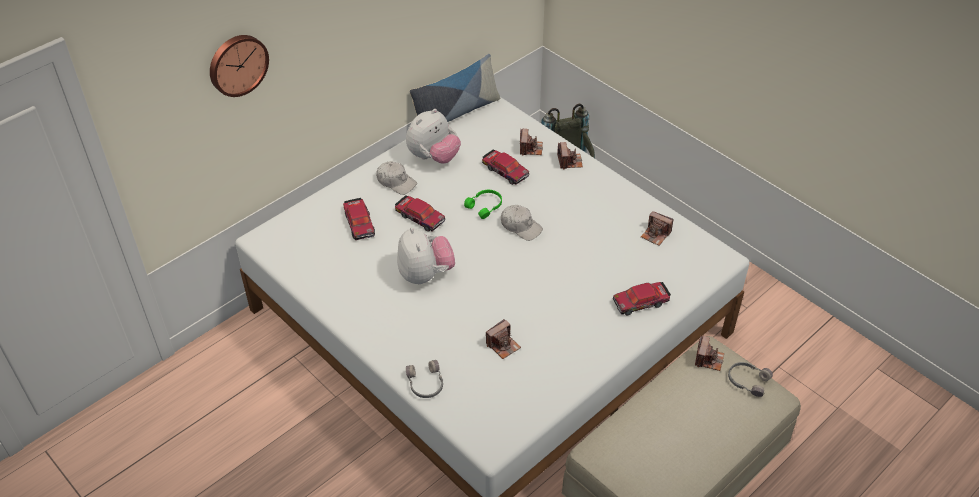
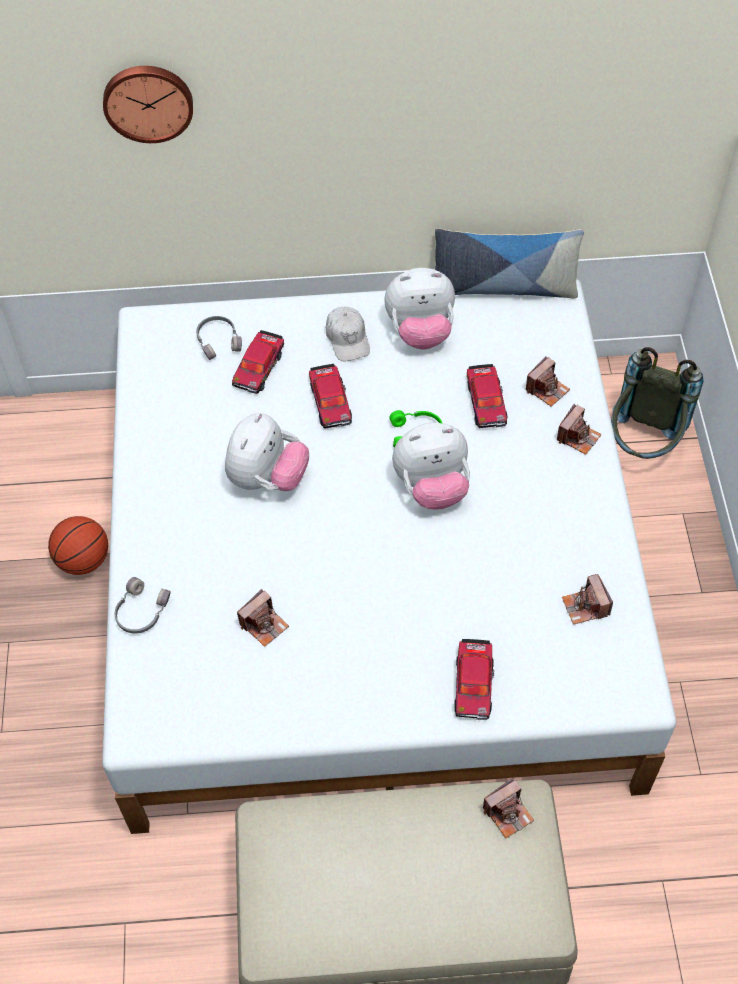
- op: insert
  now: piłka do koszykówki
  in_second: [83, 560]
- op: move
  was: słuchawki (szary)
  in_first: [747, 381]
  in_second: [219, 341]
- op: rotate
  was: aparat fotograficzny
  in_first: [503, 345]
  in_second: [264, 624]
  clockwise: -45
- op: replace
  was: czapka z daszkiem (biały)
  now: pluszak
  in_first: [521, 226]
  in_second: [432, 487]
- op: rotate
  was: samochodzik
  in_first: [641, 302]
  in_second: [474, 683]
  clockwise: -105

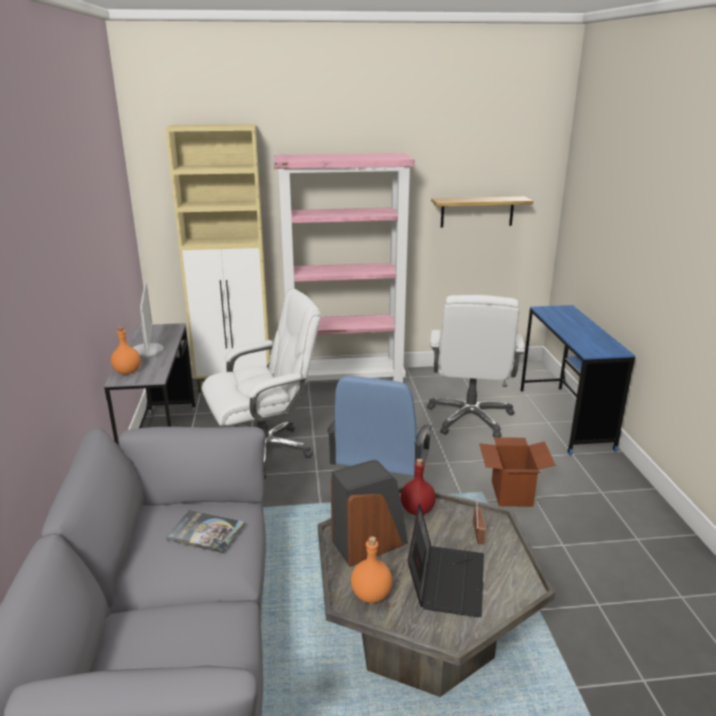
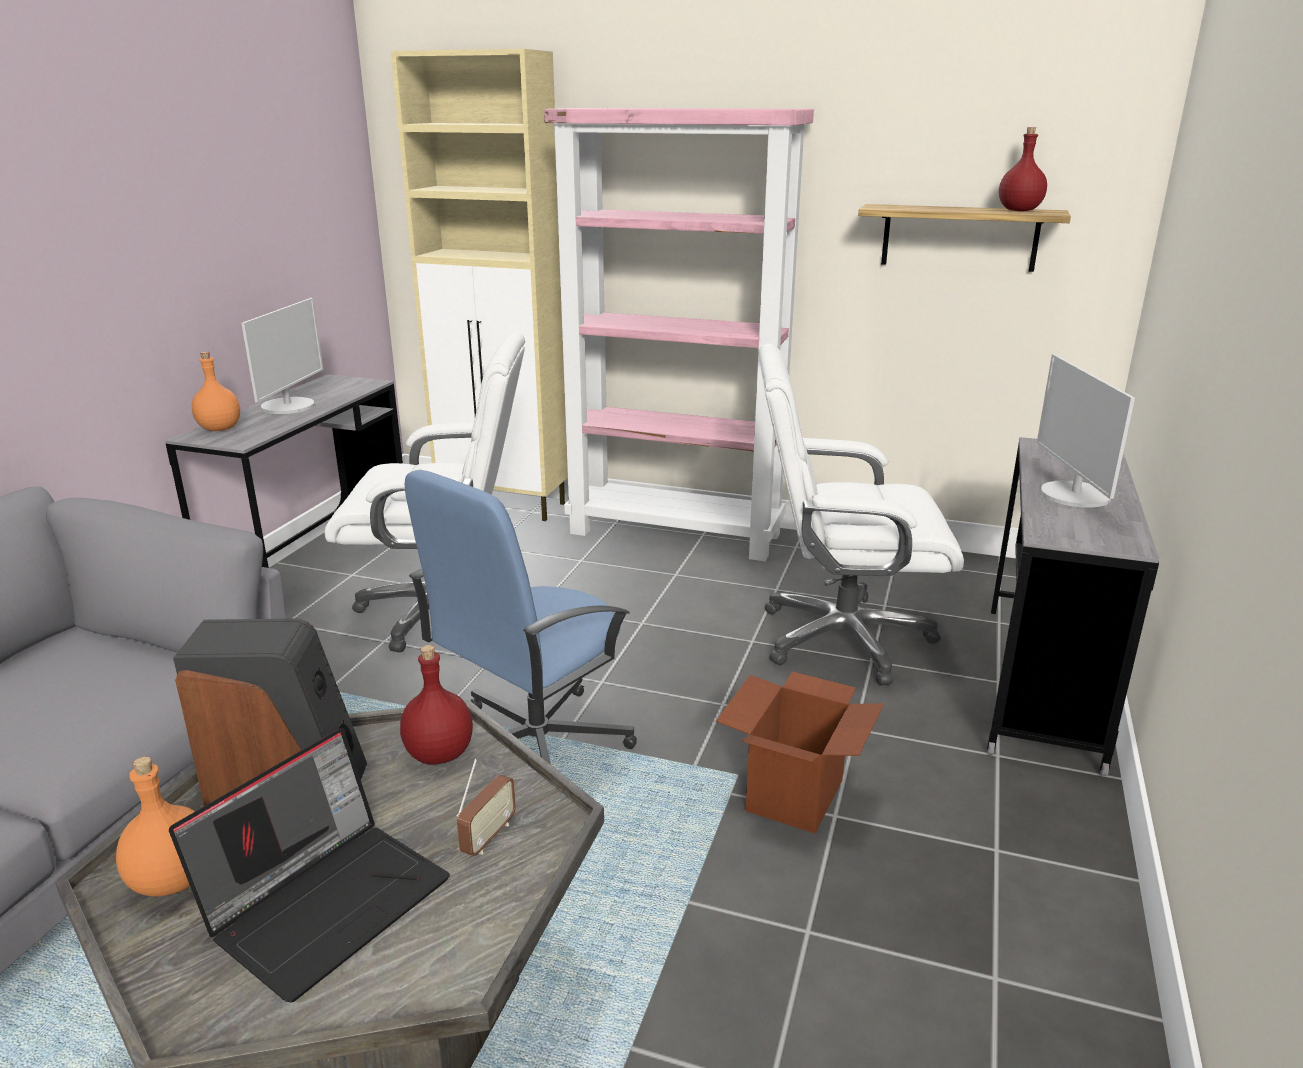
- op: rotate
  was: krzesło biurowe (biały)
  in_first: [470, 418]
  in_second: [842, 638]
  clockwise: 60
- op: recolor
  was: biurko (niebieski)
  now: biurko (szary)
  in_first: [564, 418]
  in_second: [1041, 683]
- op: insert
  now: butelka (czerwony)
  in_second: [1019, 210]
- op: insert
  now: monitor
  in_second: [1074, 495]
- op: delete
  was: książka
  in_first: [206, 532]

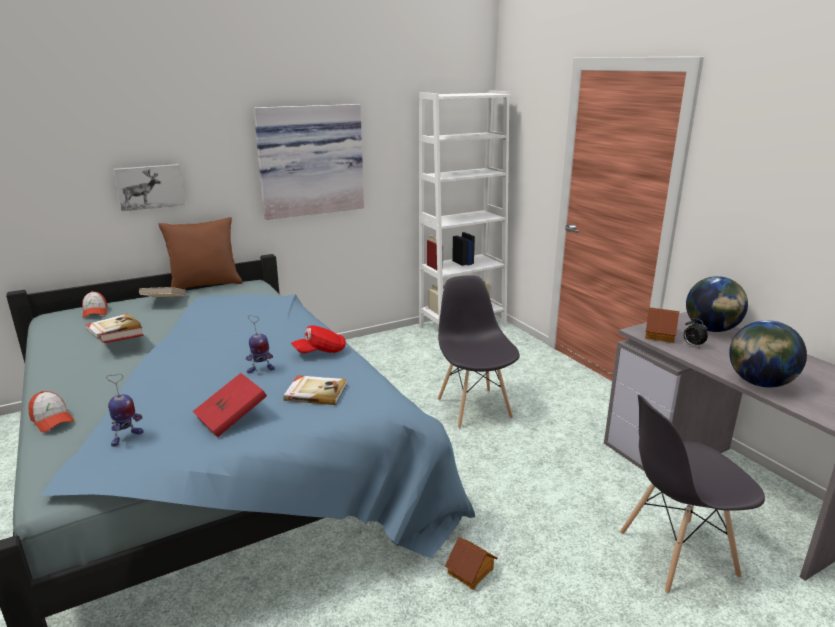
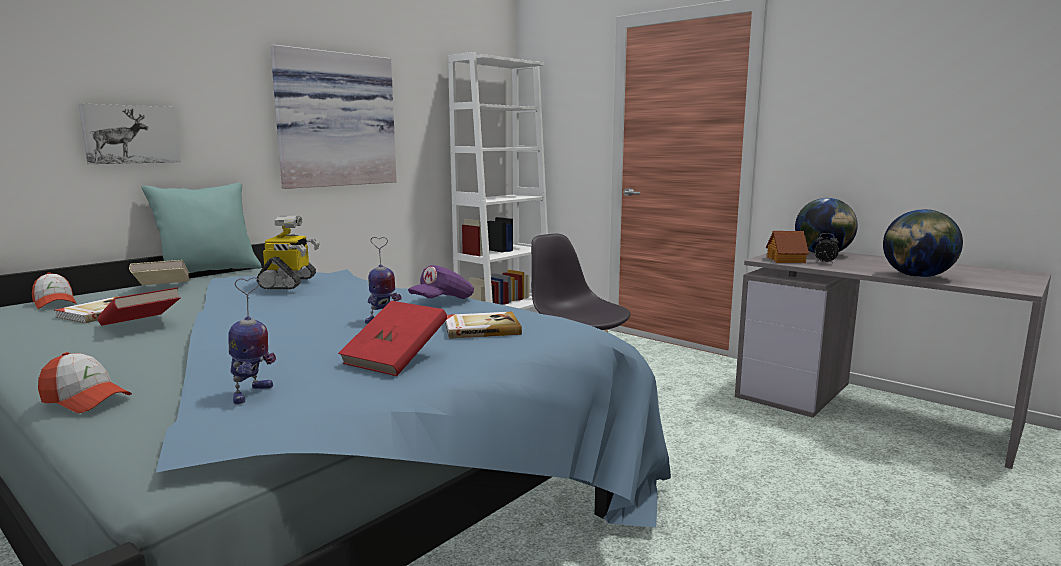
- op: recolor
  was: poduszka (brązowy)
  now: poduszka (turkusowy)
  in_first: [205, 285]
  in_second: [209, 273]
- op: insert
  now: robot zabawkowy
  in_second: [289, 283]
- op: recolor
  was: czapka z daszkiem (czerwony)
  now: czapka z daszkiem (fioletowy)
  in_first: [320, 352]
  in_second: [442, 301]
- op: delete
  was: domek
  in_first: [471, 571]
- op: delete
  was: krzesło (szary)
  in_first: [676, 554]

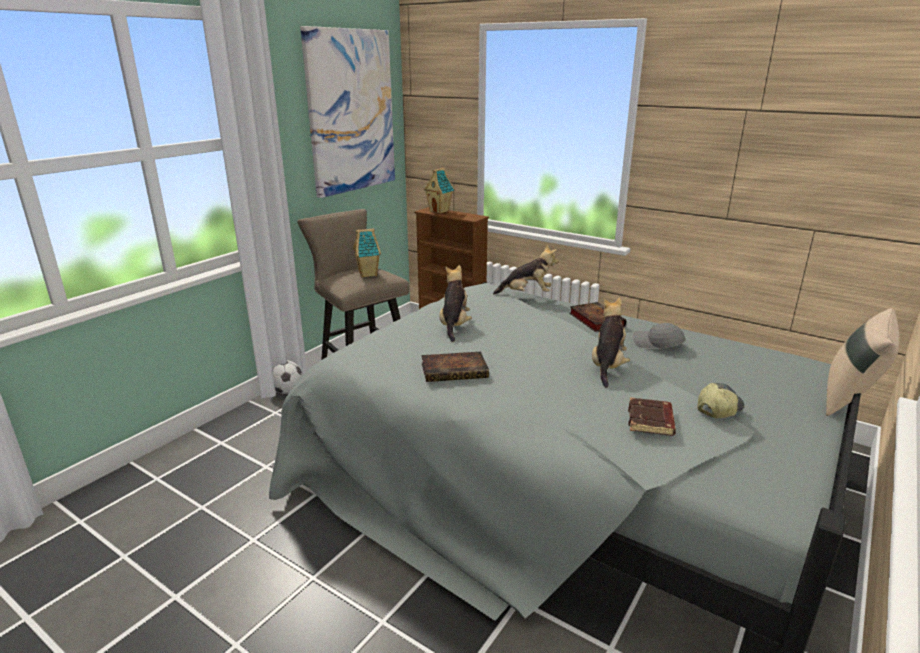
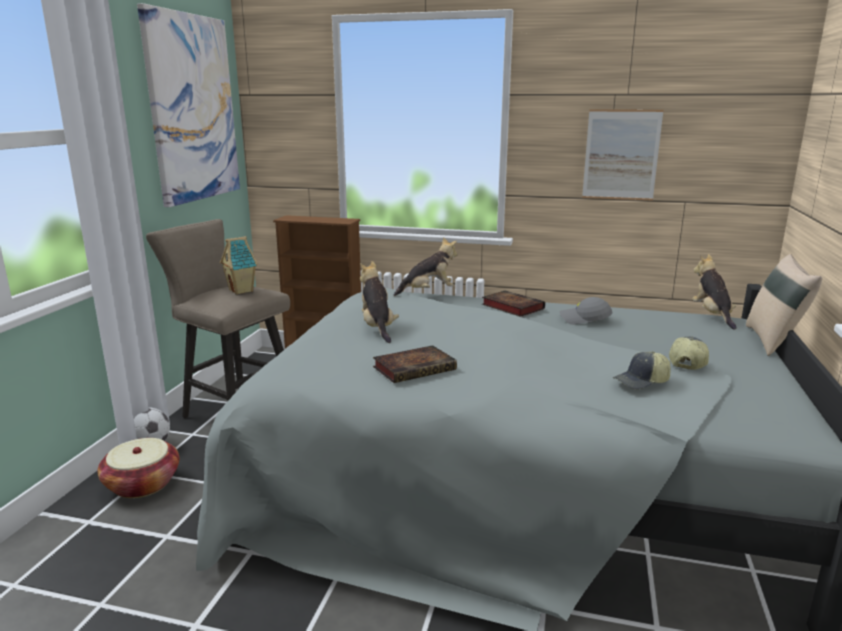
- op: insert
  now: koszyk
  in_second: [142, 484]
- op: insert
  now: obraz
  in_second: [621, 155]
- op: replace
  was: książka (brązowy)
  now: czapka z daszkiem
  in_first: [651, 421]
  in_second: [642, 382]
- op: move
  was: pluszak
  in_first: [607, 366]
  in_second: [712, 315]
- op: delete
  was: domek
  in_first: [440, 211]

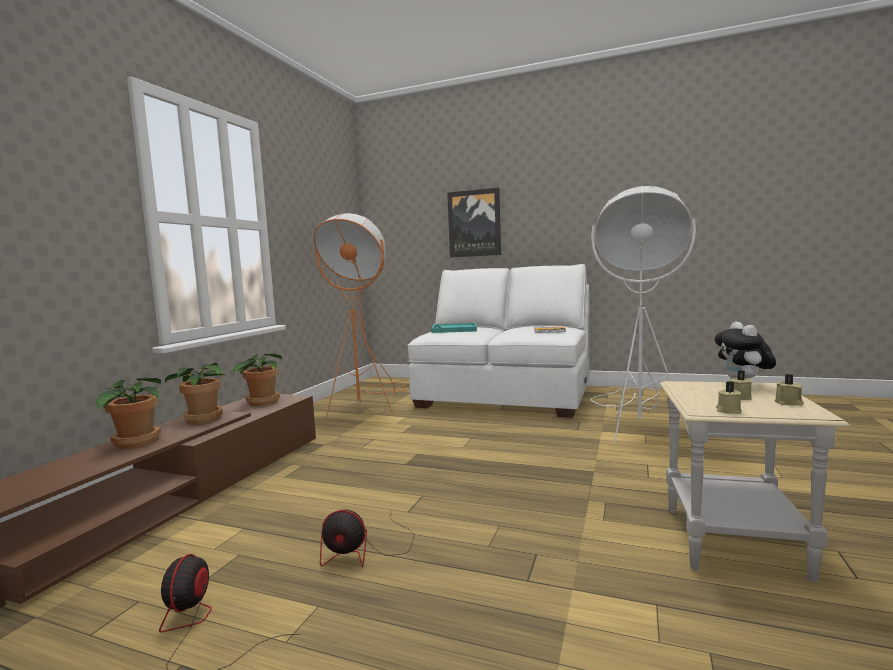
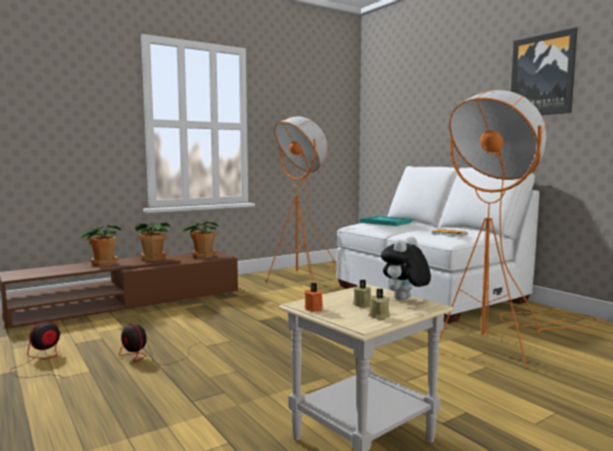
- op: recolor
  was: świeca (beżowy)
  now: świeca (pomarańczowy)
  in_first: [728, 411]
  in_second: [314, 308]
- op: recolor
  was: lampa stojąca (biały)
  now: lampa stojąca (pomarańczowy)
  in_first: [637, 421]
  in_second: [503, 341]
- op: move
  was: obraz
  in_first: [474, 223]
  in_second: [542, 75]

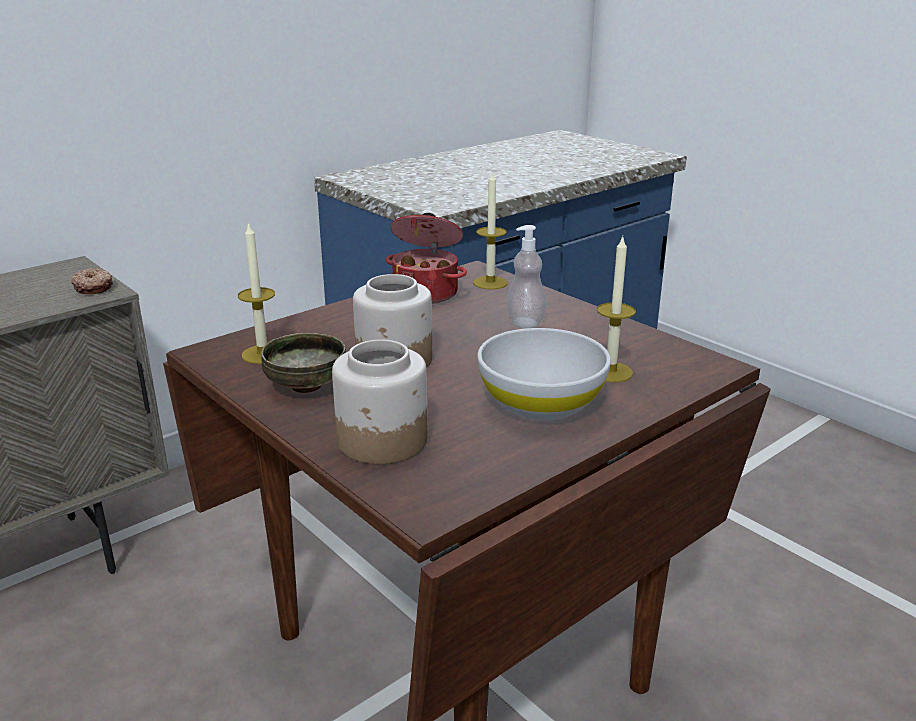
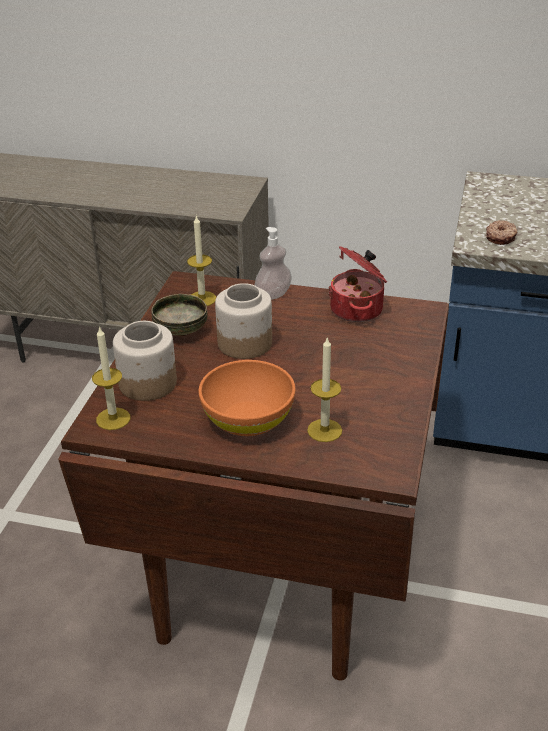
- op: move
  was: świeca
  in_first: [490, 283]
  in_second: [113, 419]
- op: recolor
  was: miska (biały)
  now: miska (pomarańczowy)
  in_first: [541, 404]
  in_second: [247, 419]
- op: move
  was: dozownik mydła
  in_first: [525, 322]
  in_second: [273, 294]
- op: move
  was: donut
  in_first: [94, 287]
  in_second: [501, 237]

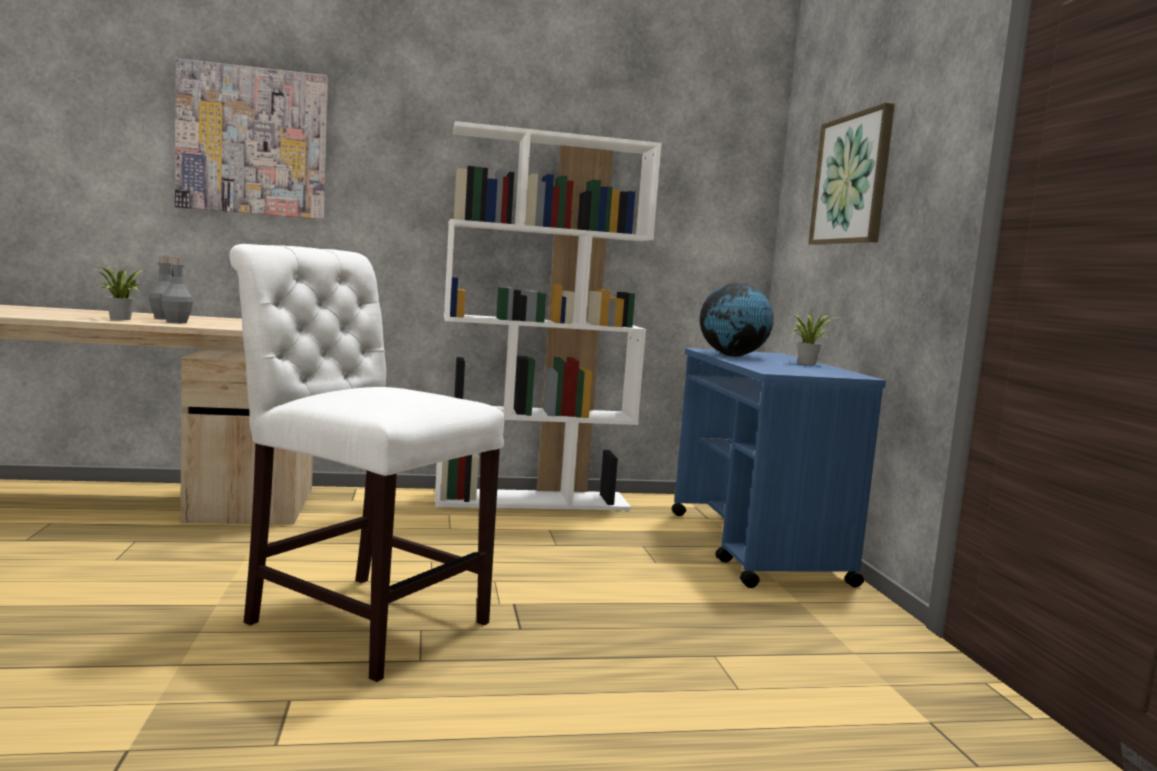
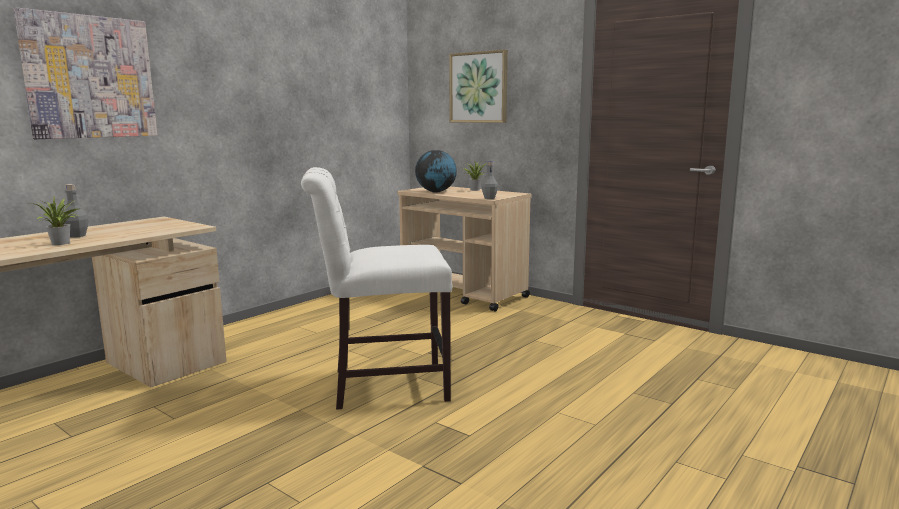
- op: recolor
  was: wózek (niebieski)
  now: wózek (beżowy)
  in_first: [756, 547]
  in_second: [464, 294]
- op: move
  was: butelka (szary)
  in_first: [176, 322]
  in_second: [489, 198]
- op: delete
  was: regał (biały)
  in_first: [533, 500]

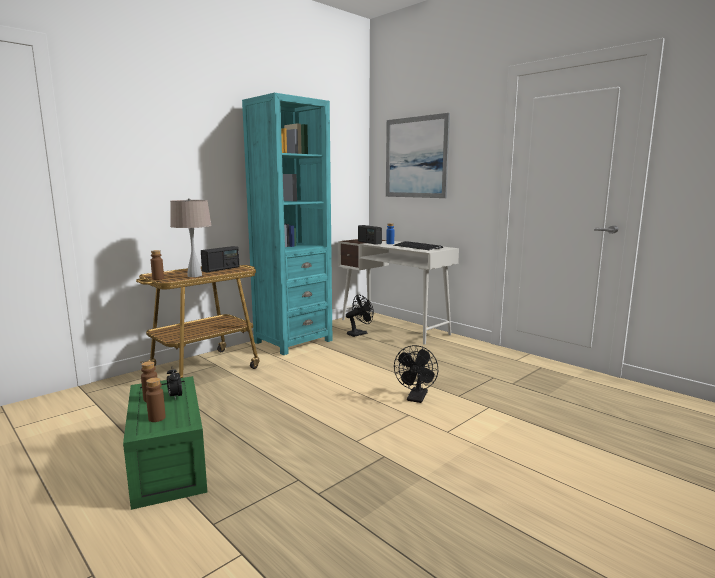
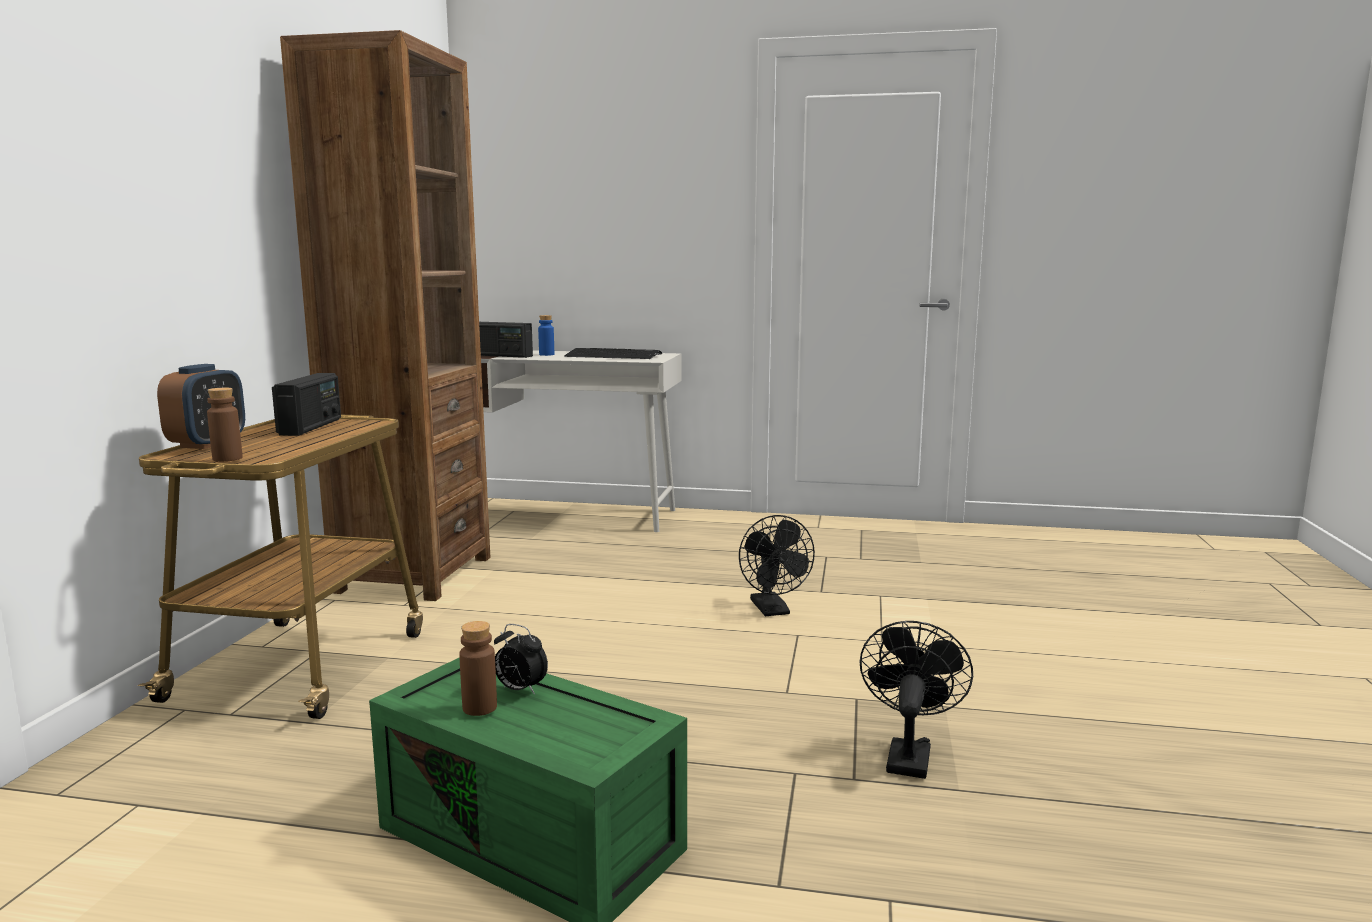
- op: insert
  now: budzik
  in_second: [207, 444]
- op: recolor
  was: regał (turkusowy)
  now: regał (brązowy)
  in_first: [293, 341]
  in_second: [413, 574]
- op: move
  was: wentylator (czarny)
  in_first: [359, 333]
  in_second: [908, 754]
- op: delete
  was: butelka (brązowy)
  in_first: [157, 418]
- op: delete
  was: lampa stołowa (beżowy)
  in_first: [194, 276]
- op: delete
  was: obraz
  in_first: [416, 157]

